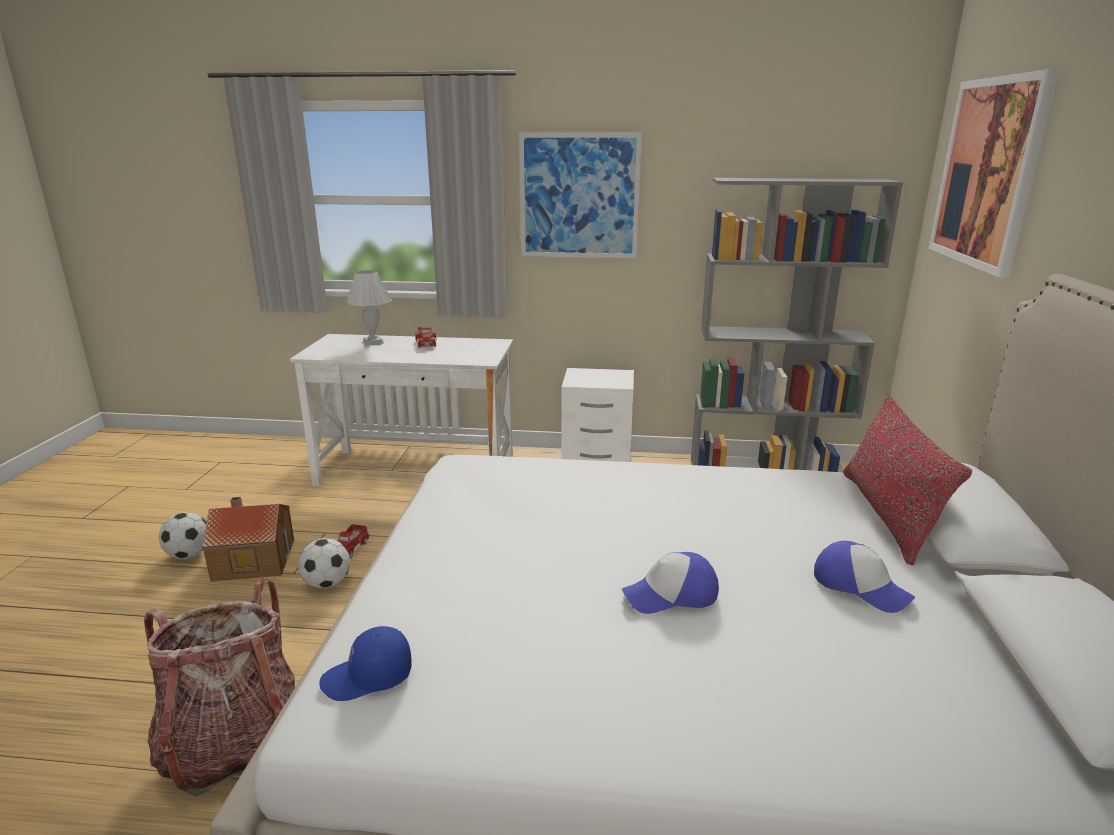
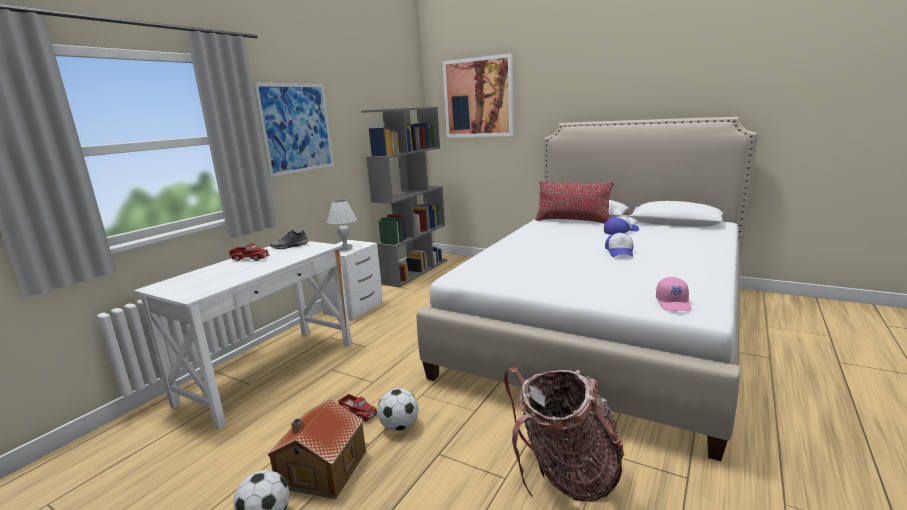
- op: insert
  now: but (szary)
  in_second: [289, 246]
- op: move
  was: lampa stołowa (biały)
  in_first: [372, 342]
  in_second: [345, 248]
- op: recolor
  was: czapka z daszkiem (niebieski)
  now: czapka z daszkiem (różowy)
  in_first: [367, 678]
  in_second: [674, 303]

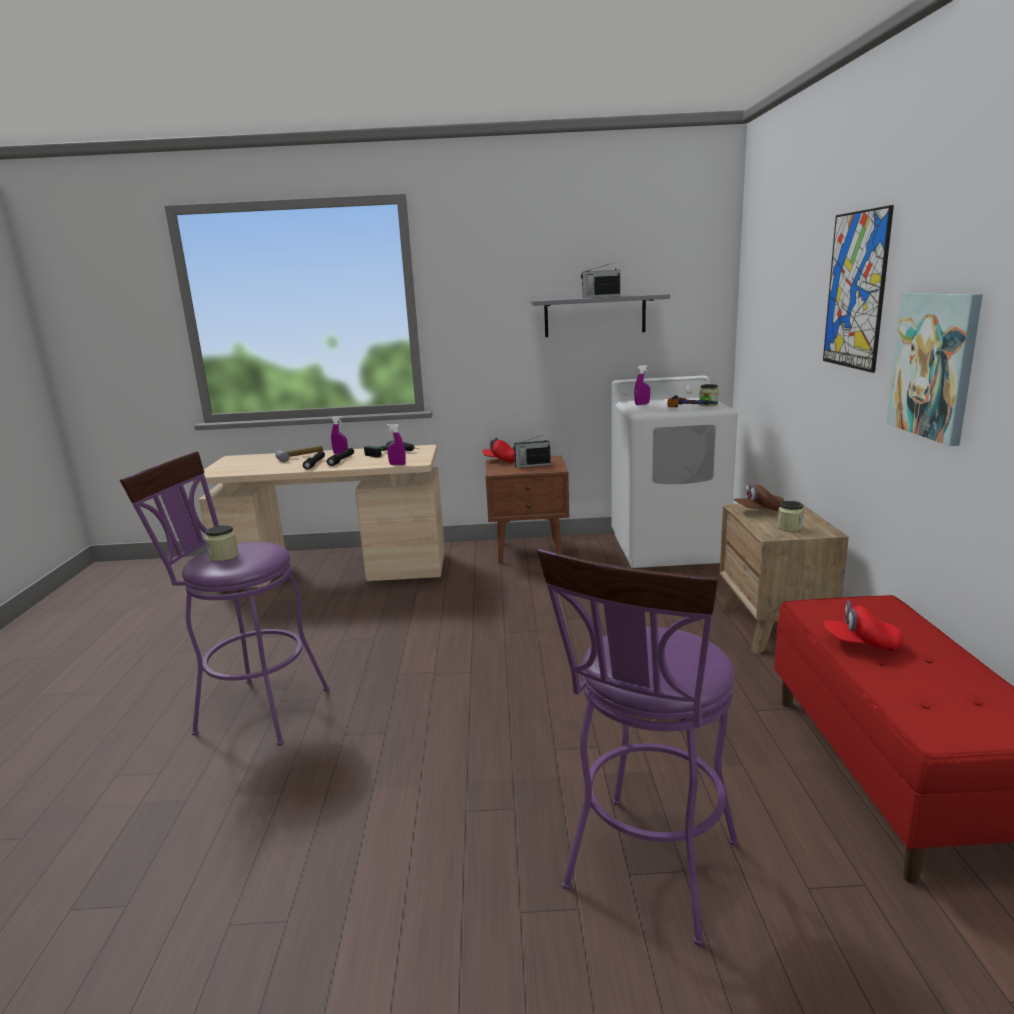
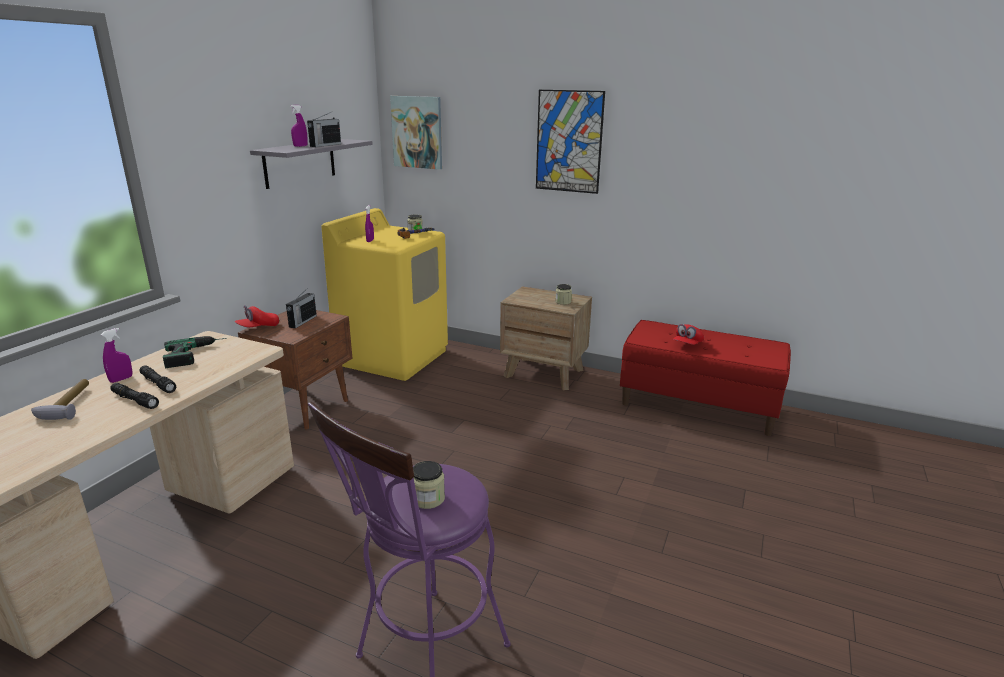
- op: move
  was: spryskiwacz (fioletowy)
  in_first: [397, 464]
  in_second: [300, 146]
- op: recolor
  was: pralka (biały)
  now: pralka (żółty)
  in_first: [668, 547]
  in_second: [393, 357]
- op: move
  was: obraz
  in_first: [934, 365]
  in_second: [417, 132]
- op: delete
  was: stołek (fioletowy)
  in_first: [647, 875]
- op: delete
  was: czapka z daszkiem (brązowy)
  in_first: [758, 511]

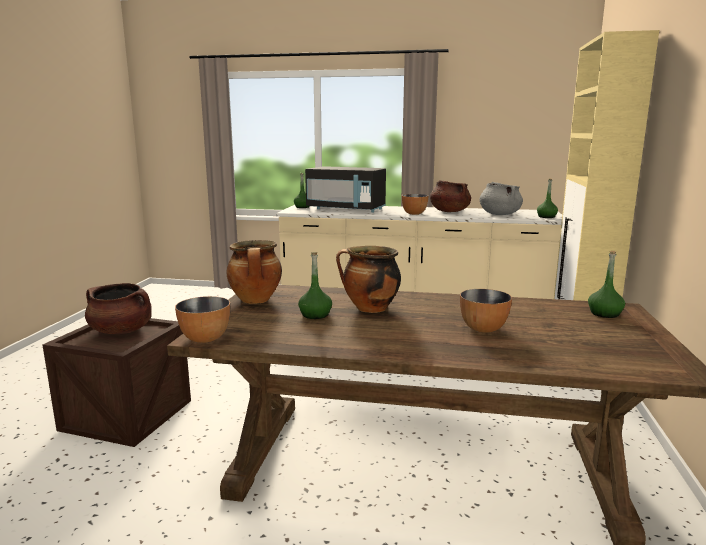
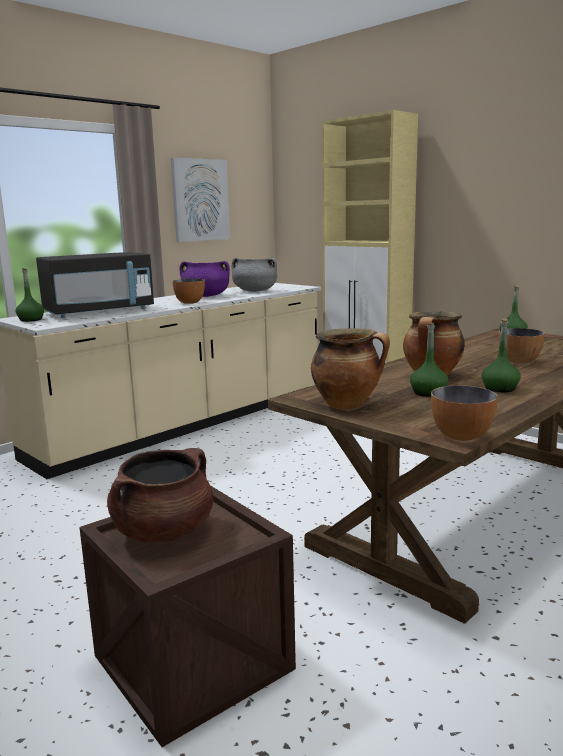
- op: insert
  now: obraz
  in_second: [200, 200]
- op: recolor
  was: garnek (brązowy)
  now: garnek (fioletowy)
  in_first: [449, 211]
  in_second: [206, 296]
- op: move
  was: butelka (zielony)
  in_first: [546, 217]
  in_second: [500, 388]

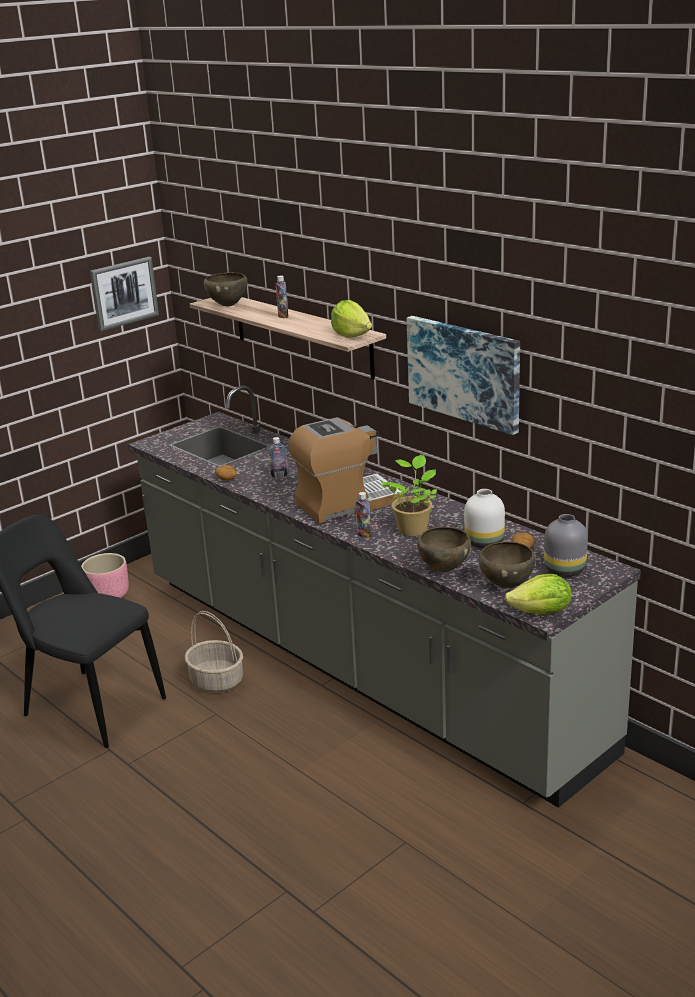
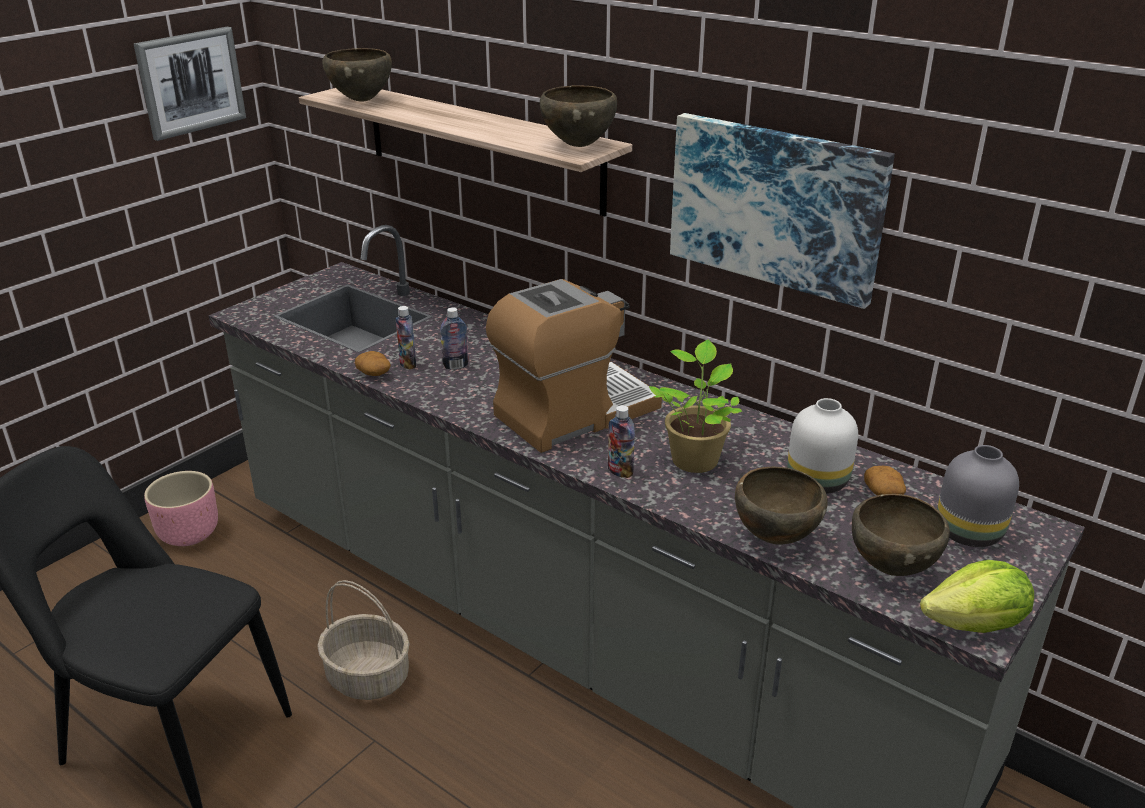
- op: move
  was: butelka
  in_first: [283, 316]
  in_second: [408, 364]
- op: replace
  was: sałata
  now: miska (brązowy)
  in_first: [351, 335]
  in_second: [578, 145]

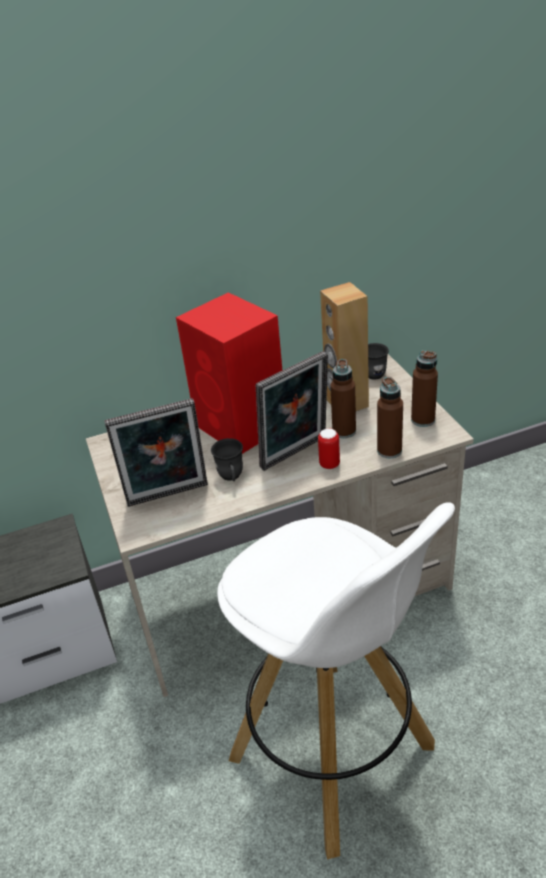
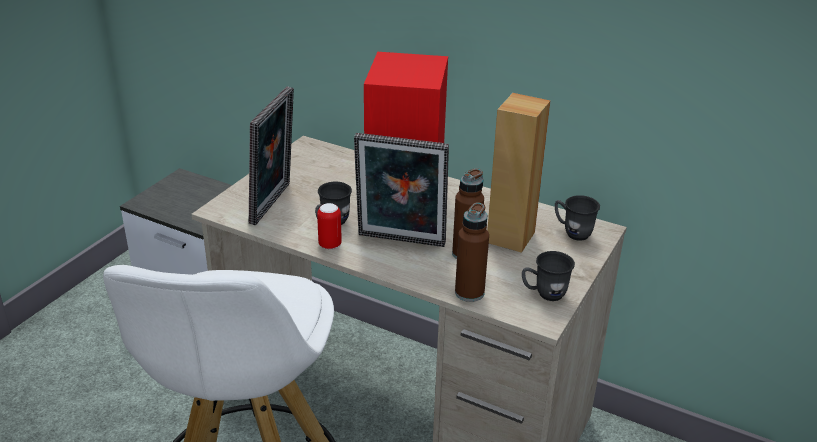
- op: rotate
  was: ramka na zdjęcie
  in_first: [168, 497]
  in_second: [275, 204]
  clockwise: -105
- op: move
  was: puszka
  in_first: [329, 464]
  in_second: [330, 245]
- op: replace
  was: butelka (brązowy)
  now: kubek (szary)
  in_first: [423, 420]
  in_second: [544, 294]

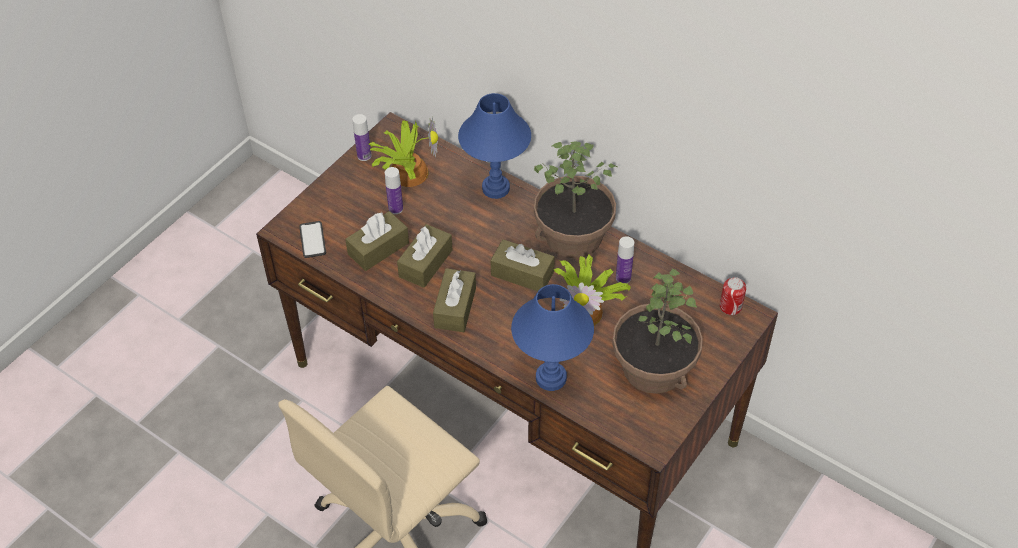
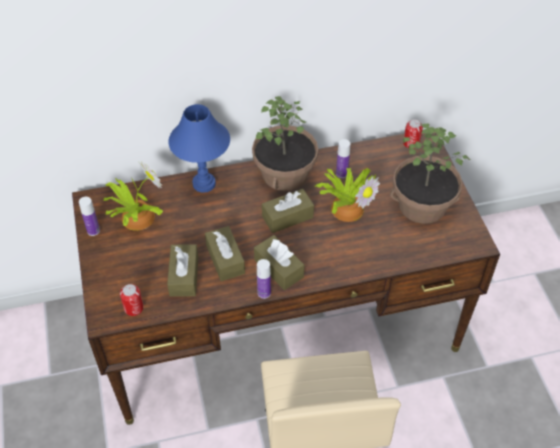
- op: replace
  was: telefon
  now: puszka
  in_first: [312, 240]
  in_second: [133, 308]
- op: move
  was: butelka
  in_first: [395, 208]
  in_second: [264, 293]
- op: delete
  was: lampa stołowa (niebieski)
  in_first: [550, 377]

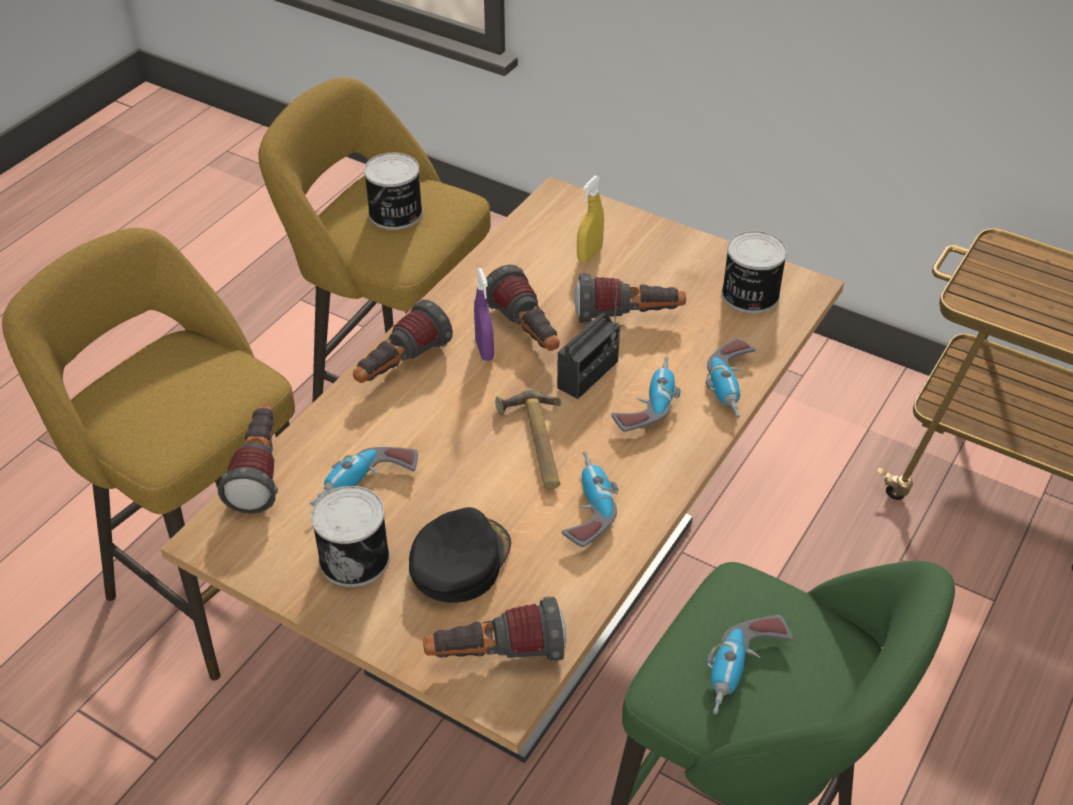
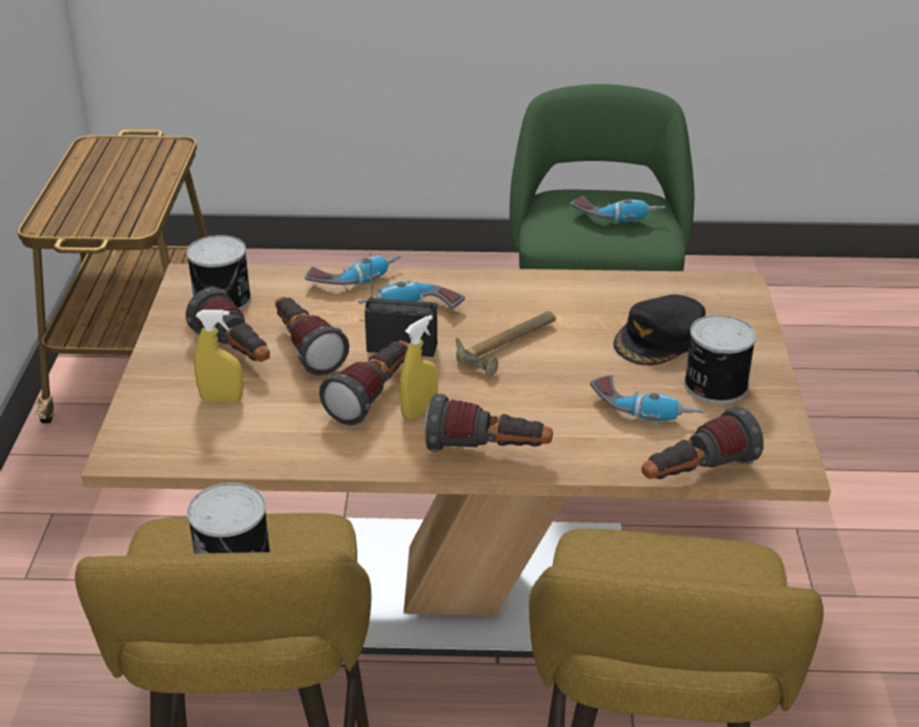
- op: move
  was: latarka
  in_first: [495, 655]
  in_second: [236, 353]
- op: recolor
  was: spryskiwacz (fioletowy)
  now: spryskiwacz (żółty)
  in_first: [484, 350]
  in_second: [419, 411]
- op: rotate
  was: czapka z daszkiem (czarny)
  in_first: [459, 560]
  in_second: [660, 339]
  clockwise: -45
- op: delete
  was: wiertarka
  in_first: [585, 508]

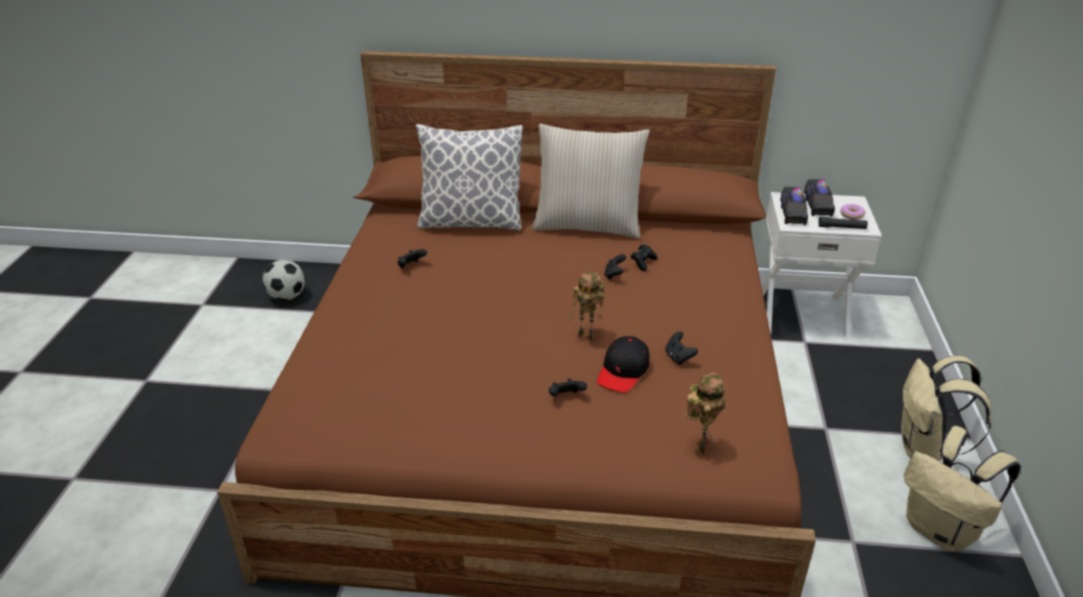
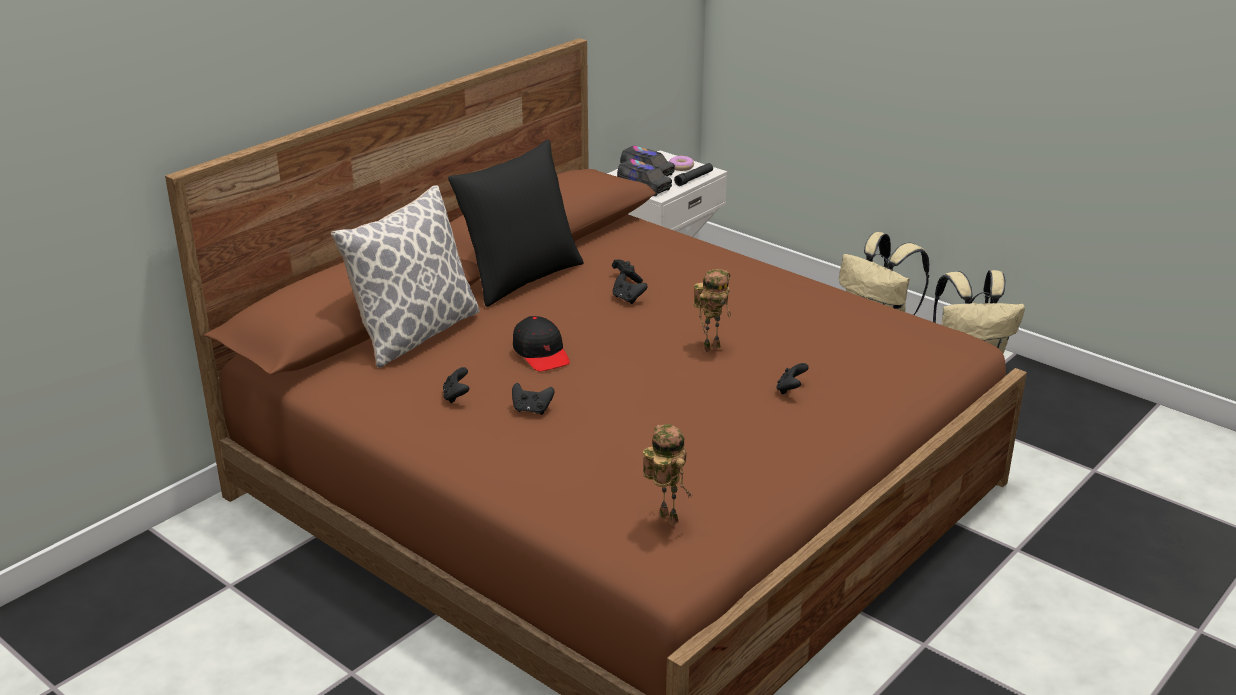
- op: recolor
  was: poduszka (beżowy)
  now: poduszka (czarny)
  in_first: [587, 225]
  in_second: [520, 278]
- op: move
  was: pad do gier (czarny)
  in_first: [678, 357]
  in_second: [532, 410]
- op: move
  was: czapka z daszkiem (czarny)
  in_first: [623, 371]
  in_second: [541, 353]
- op: move
  was: robot zabawkowy
  in_first: [700, 447]
  in_second: [665, 519]
- op: delete
  was: piłka futbolowa
  in_first: [287, 296]

